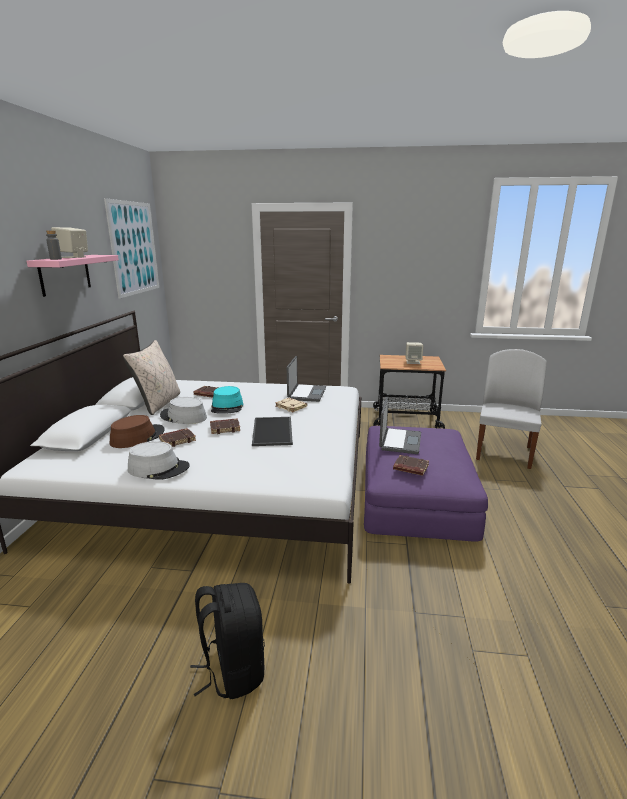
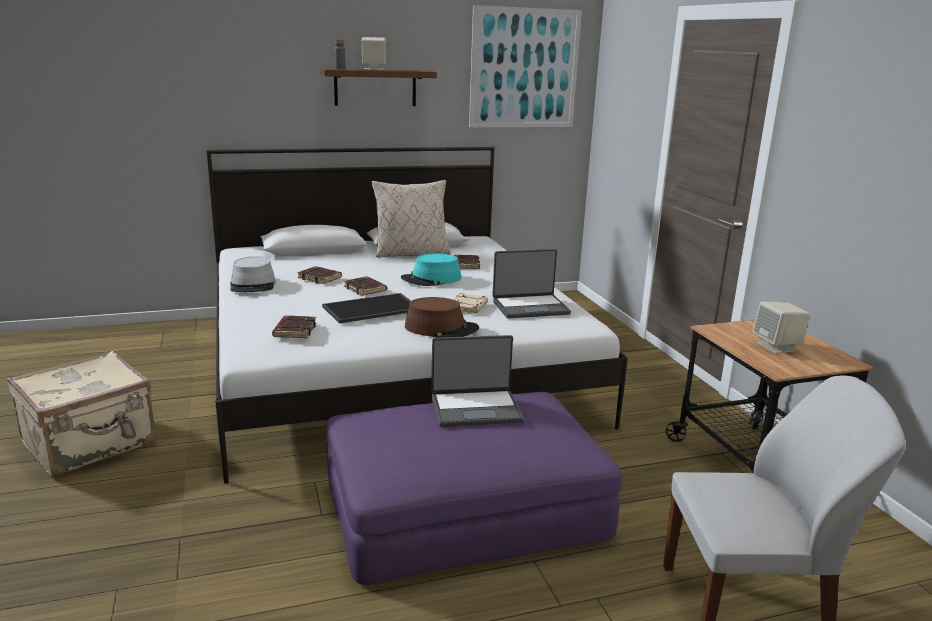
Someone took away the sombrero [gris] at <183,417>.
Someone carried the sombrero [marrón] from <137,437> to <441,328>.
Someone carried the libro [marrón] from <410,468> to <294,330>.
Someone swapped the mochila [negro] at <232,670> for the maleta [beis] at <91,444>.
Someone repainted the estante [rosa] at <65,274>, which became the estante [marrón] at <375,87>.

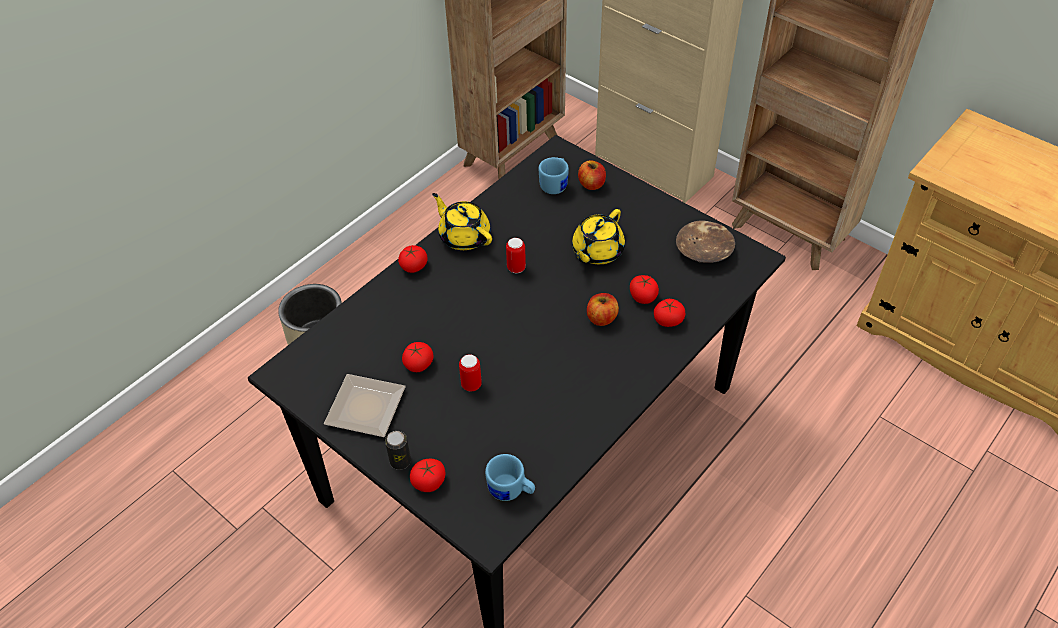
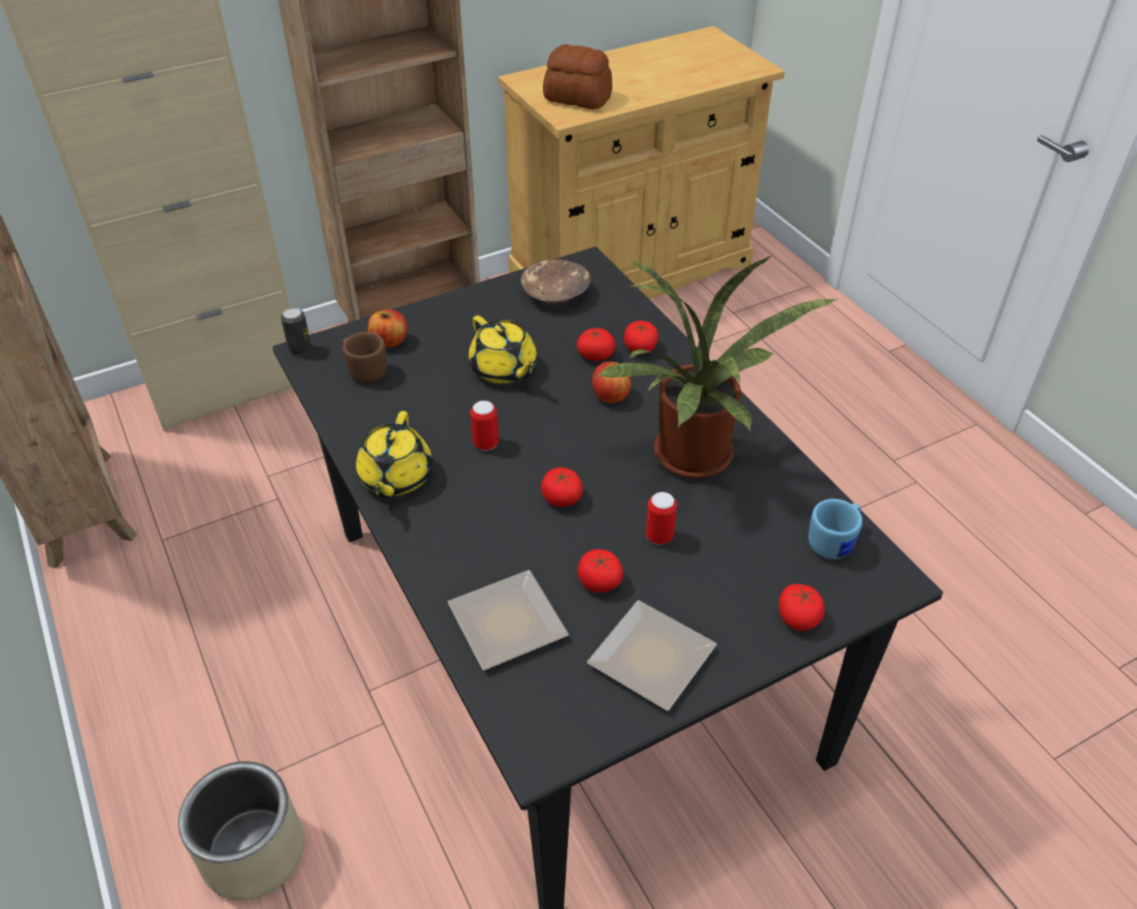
Someone put down the plato at <506,627>.
Someone put down the pan at <577,97>.
Someone put down the planta en maceta at <693,461>.
Someone carried the lata from <400,461> to <300,349>.
Someone carried the tomate from <413,266> to <561,498>.
Someone repainted the taza grande [azul] at <555,184>, which became the taza grande [marrón] at <364,370>.
Someone rotated the tetera [amarillo] at <464,236> by 60 degrees counterclockwise.

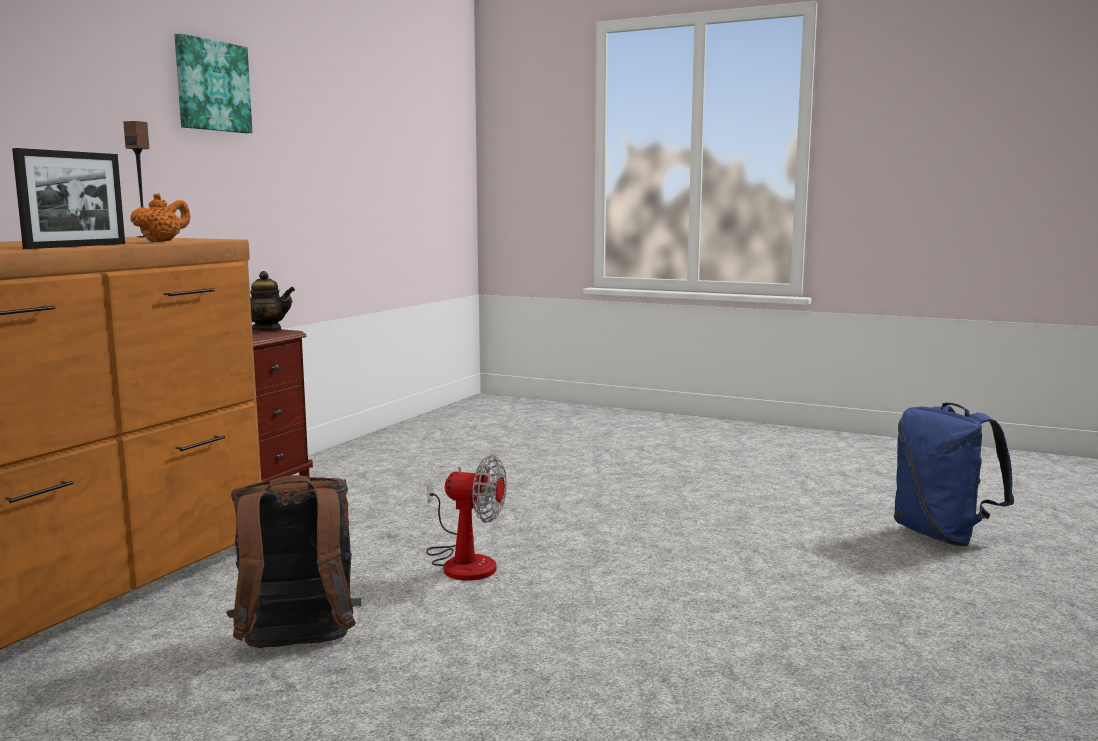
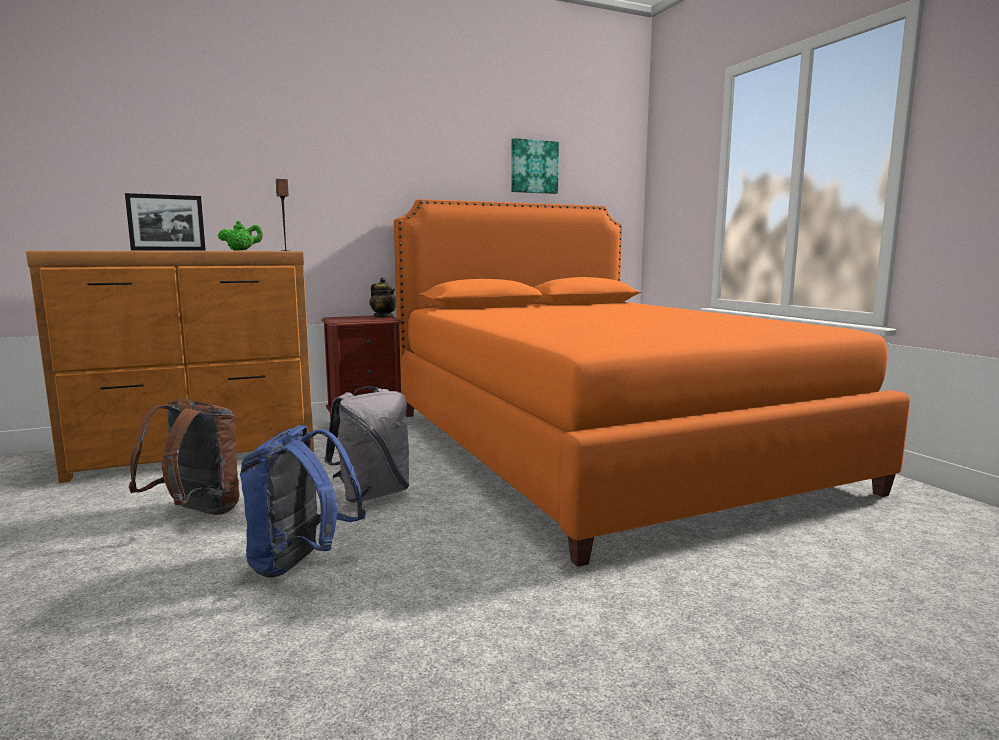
Someone put down the cama [naranja] at <598,447>.
Someone carried the cuadro from <211,86> to <533,167>.
Someone carried the mochila [azul] from <942,536> to <300,563>.
Someone swapped the ventilador at <463,562> for the mochila [gris] at <372,494>.
Someone repainted the tetera [naranja] at <162,241>, which became the tetera [verde] at <241,250>.

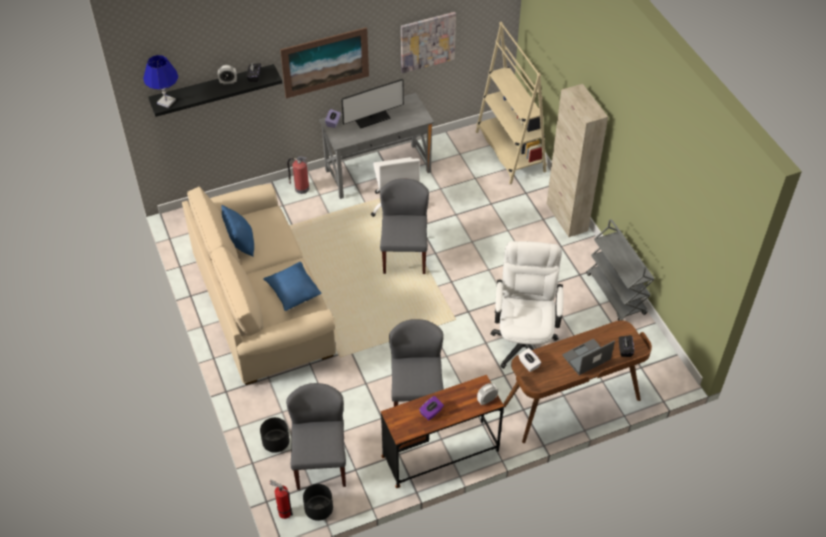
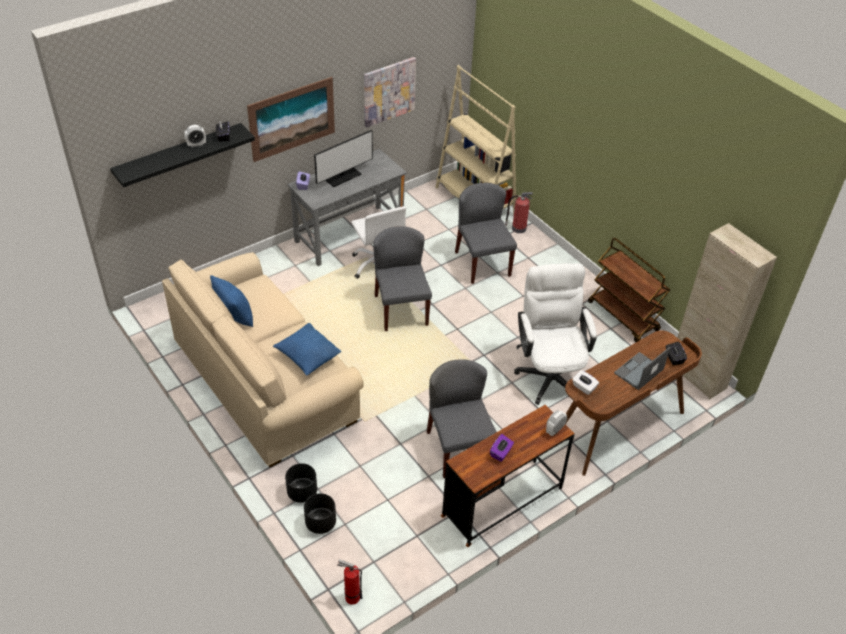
Someone took away the lámpara de mesa [azul] at <166,101>.
Someone carried the silla [gris] from <320,462> to <482,263>.
Someone carried the extintor from <301,188> to <518,228>.
Someone carried the maceta [negro] from <318,509> to <302,492>.
Someone carried the armario [beis] from <566,217> to <697,376>.
Someone repainted the carrito [gris] at <616,294>, which became the carrito [marrón] at <623,316>.

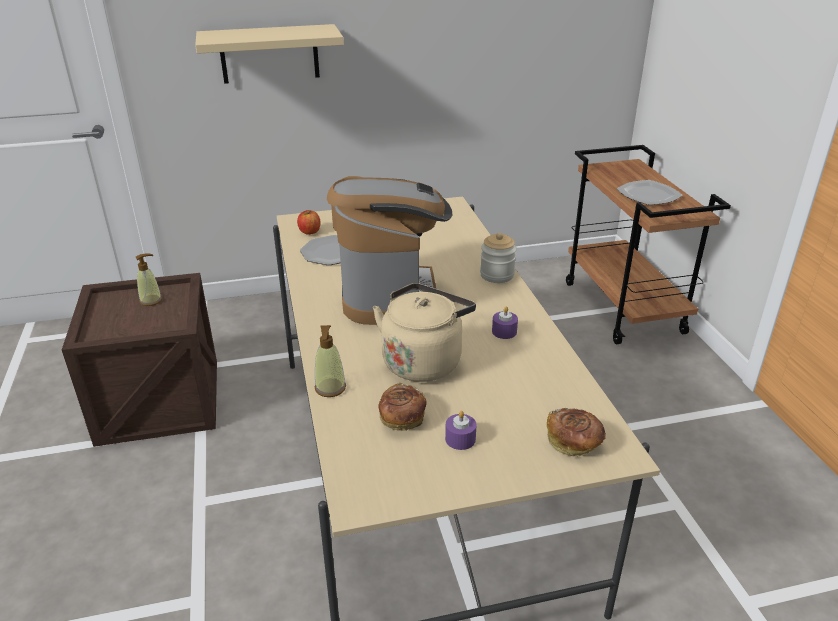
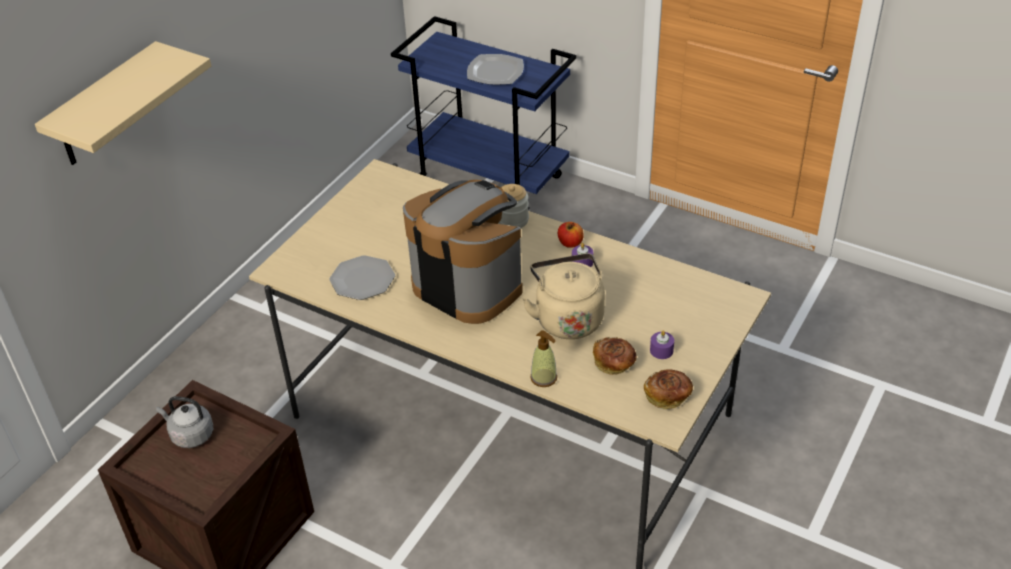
Someone carried the manzana from <309,231> to <570,243>.
Someone carried the pan from <574,443> to <668,396>.
Someone swapped the dispensador de jabón at <151,300> for the hervidor [gris] at <190,435>.
Someone repainted the carrito [marrón] at <624,308>, which became the carrito [azul] at <490,180>.

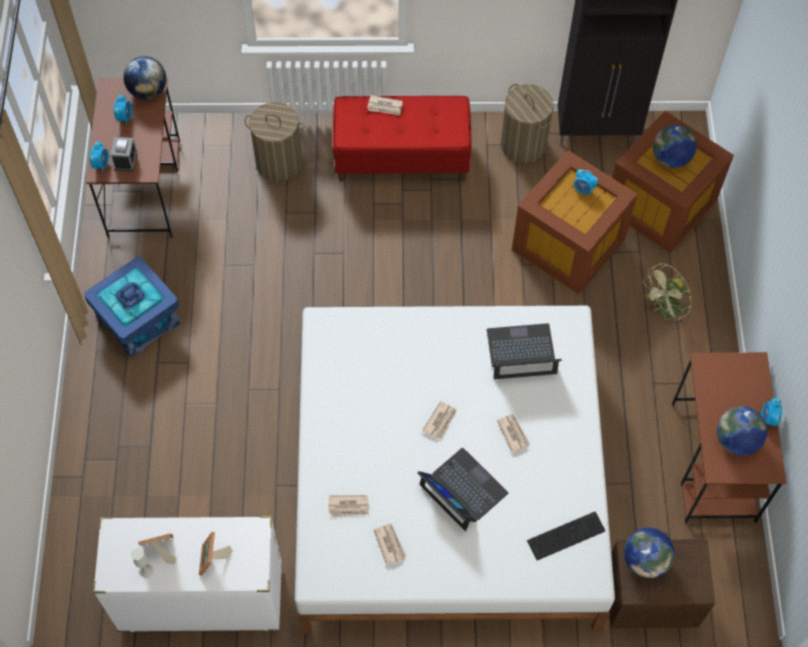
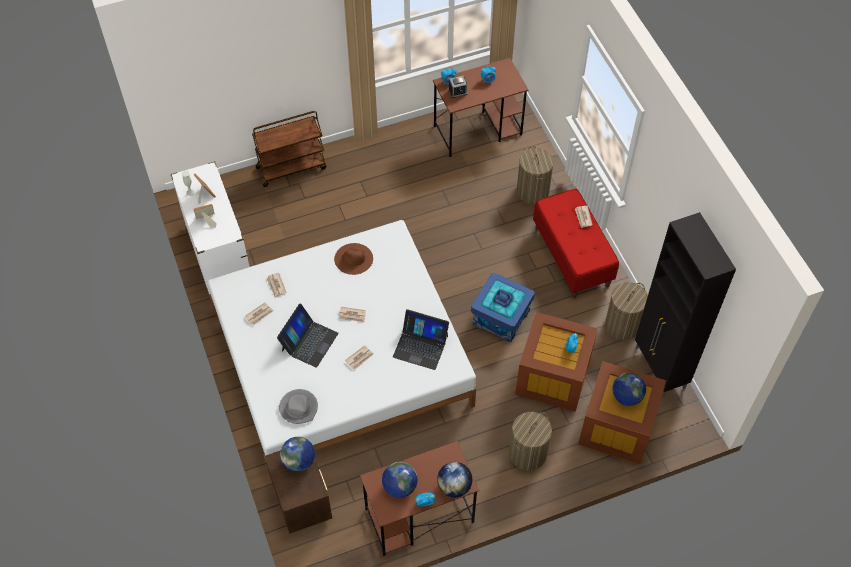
Someone put down the carrito [marrón] at <292,167>.
Someone put down the sombrero [marrón] at <353,259>.
Someone carried the caja de almacenaje [azul] from <138,319> to <501,317>.
Someone carried the globo terráqueo from <148,91> to <454,486>.
Someone swapped the teclado at <564,535> for the sombrero [gris] at <299,407>.
Someone swapped the ventilador [verde] at <665,310> for the cesto de la ropa at <527,453>.
Someone rotated the portátil at <521,353> by 135 degrees clockwise.

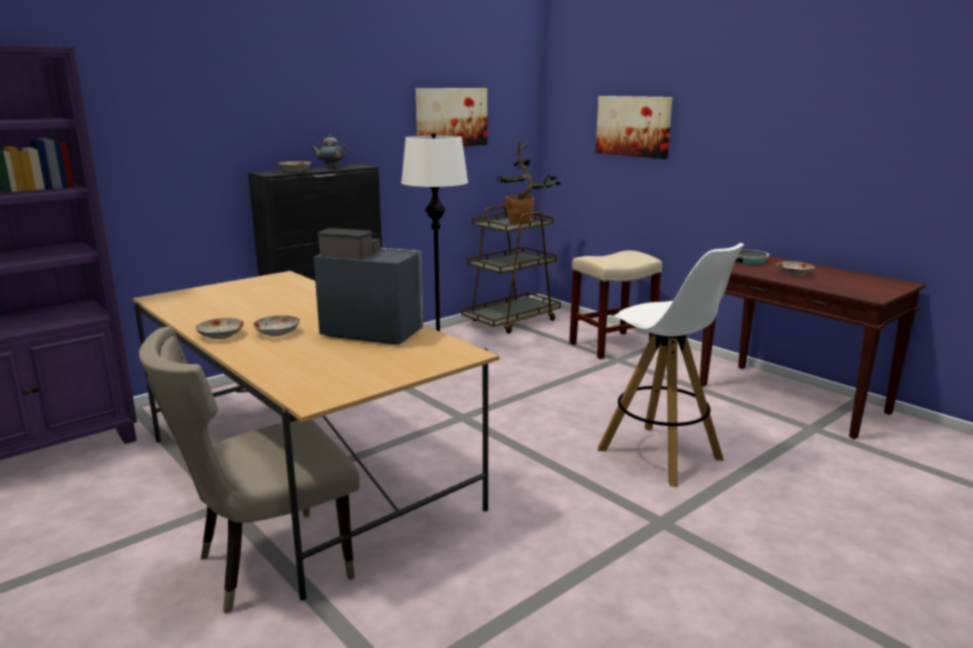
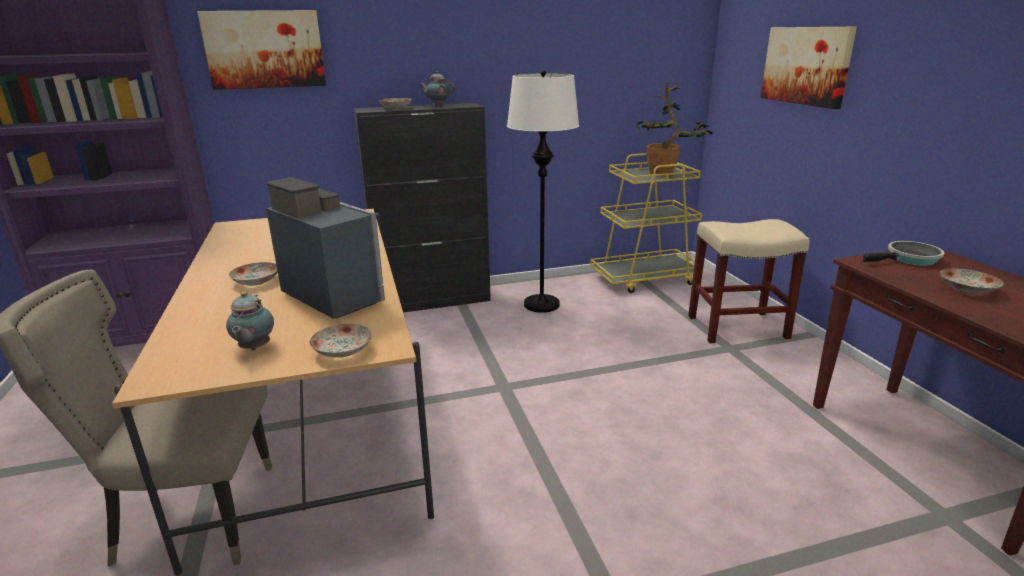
Someone took away the taburete [blanco] at <661,455>.
Someone put down the tetera at <254,348>.
Someone carried the plato from <220,336> to <342,350>.
Someone carried the cuadro from <451,117> to <265,49>.
Someone repainted the carrito [marrón] at <512,321>, which became the carrito [amarillo] at <645,278>.

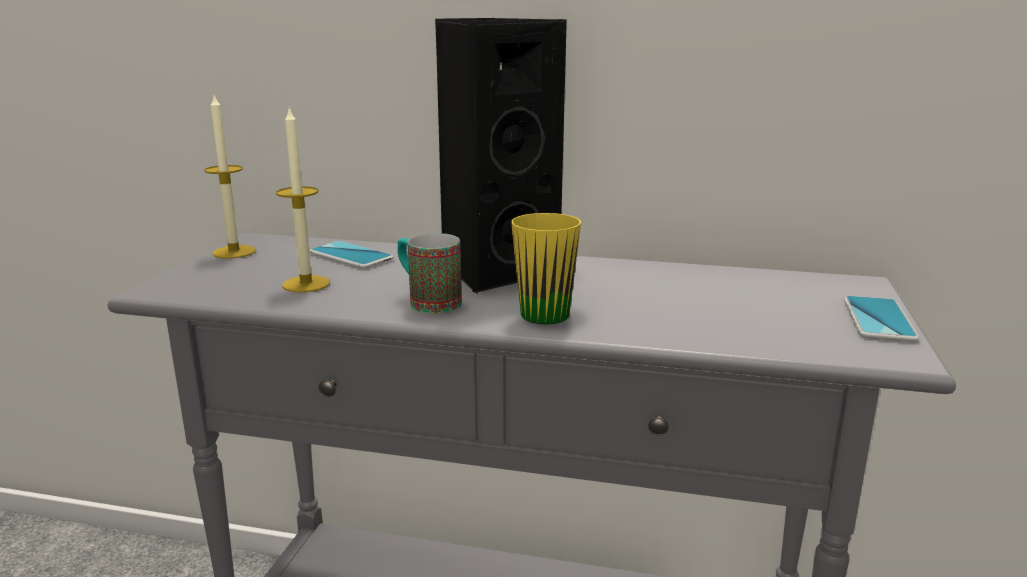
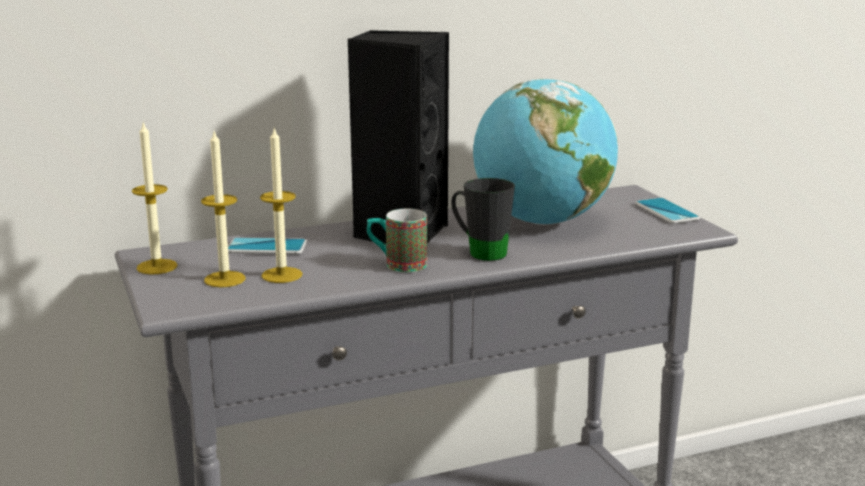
Someone put down the vela at <224,279>.
Someone put down the globo terráqueo at <542,222>.
Someone repainted the taza grande [amarillo] at <540,310>, which became the taza grande [negro] at <479,252>.

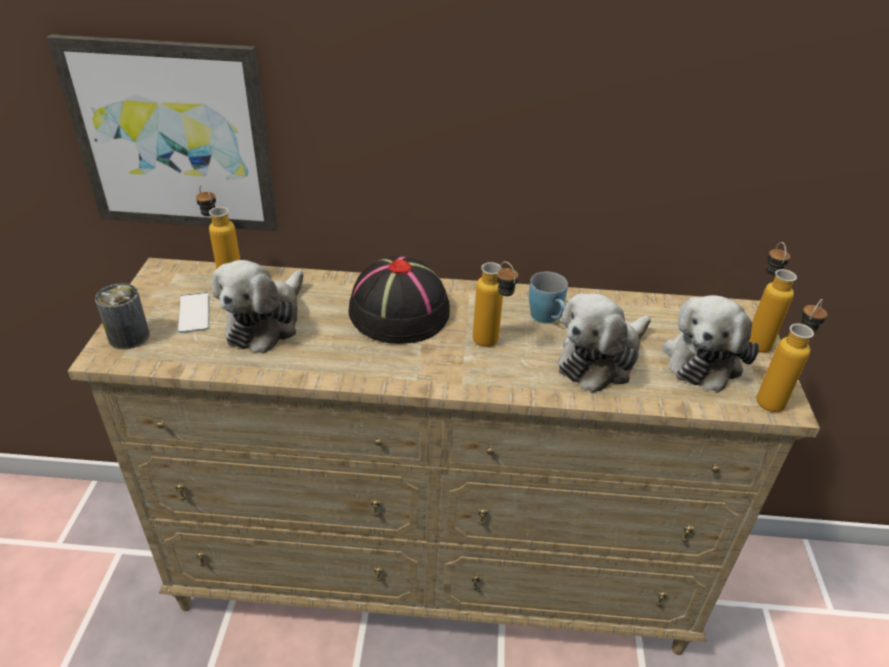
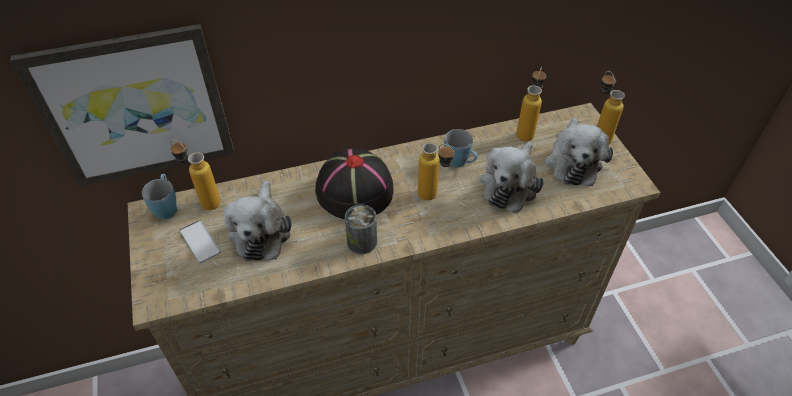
Someone put down the taza grande [azul] at <166,206>.
Someone carried the lata from <129,336> to <362,242>.
Someone carried the botella from <774,397> to <526,131>.

